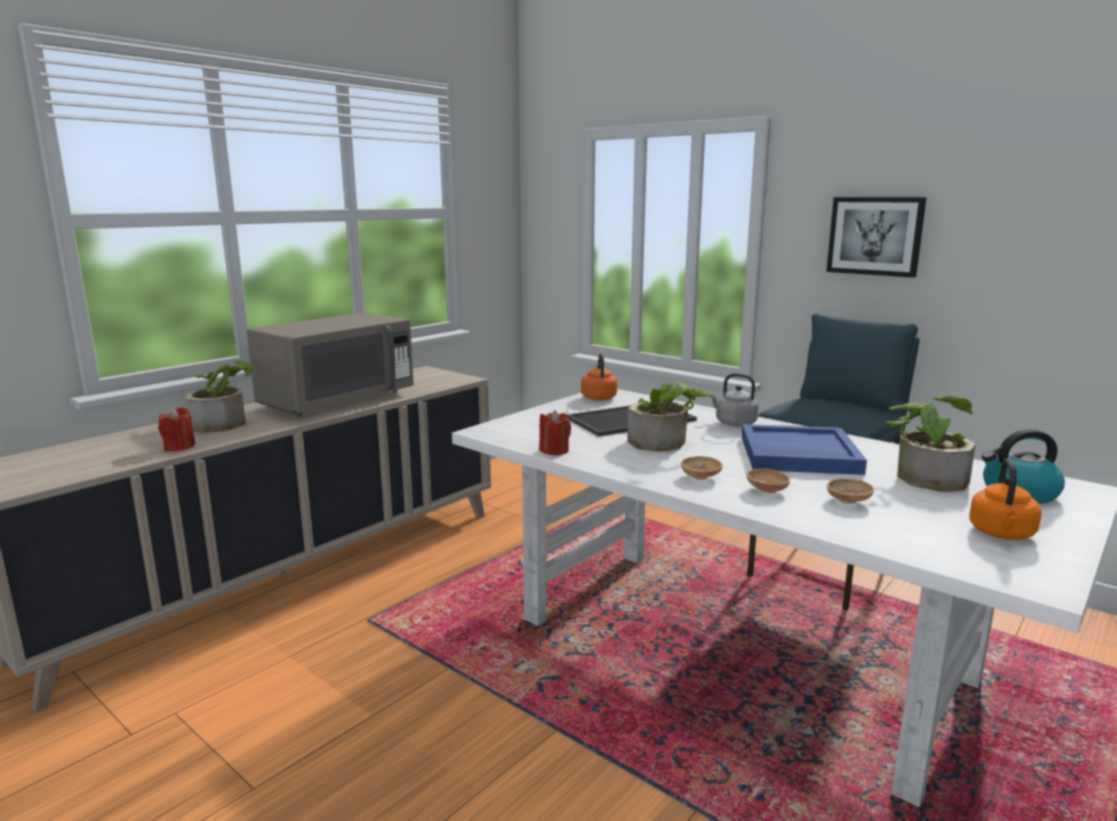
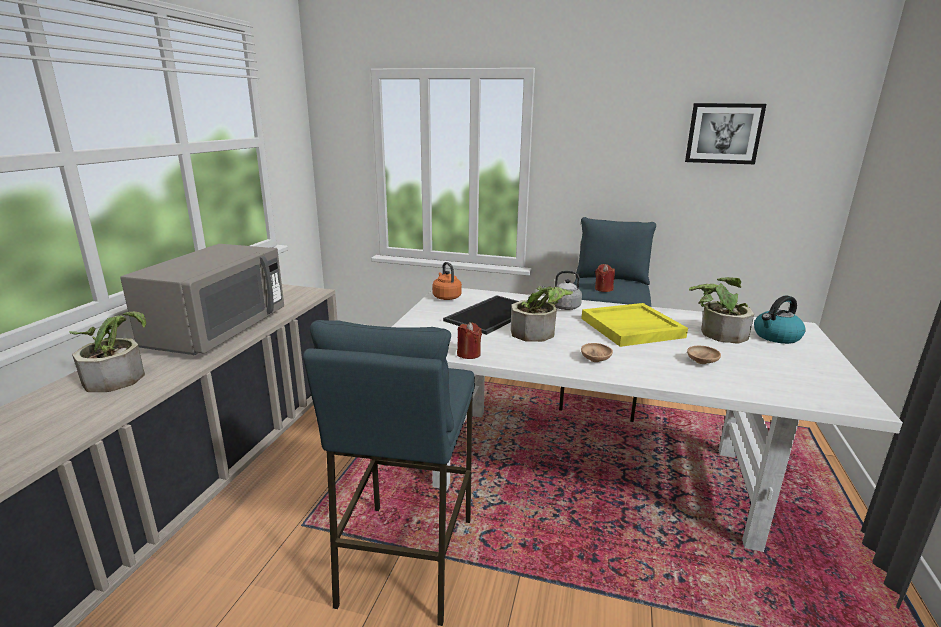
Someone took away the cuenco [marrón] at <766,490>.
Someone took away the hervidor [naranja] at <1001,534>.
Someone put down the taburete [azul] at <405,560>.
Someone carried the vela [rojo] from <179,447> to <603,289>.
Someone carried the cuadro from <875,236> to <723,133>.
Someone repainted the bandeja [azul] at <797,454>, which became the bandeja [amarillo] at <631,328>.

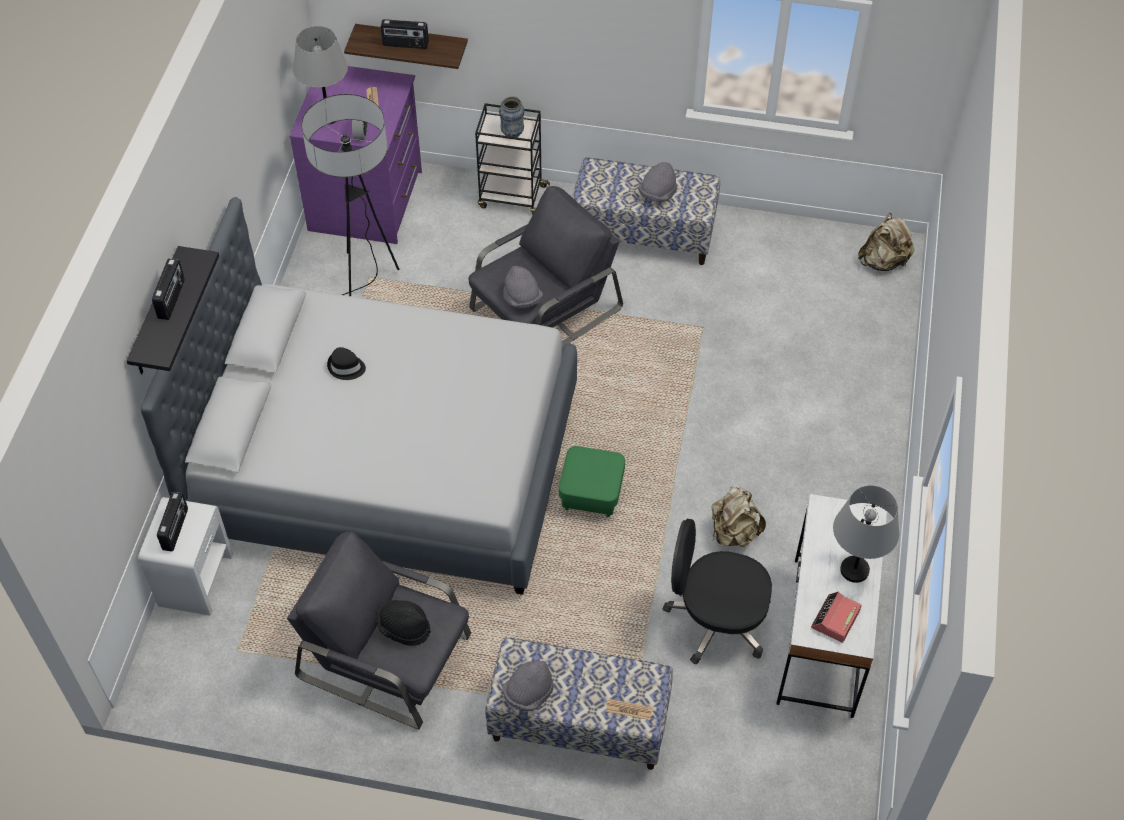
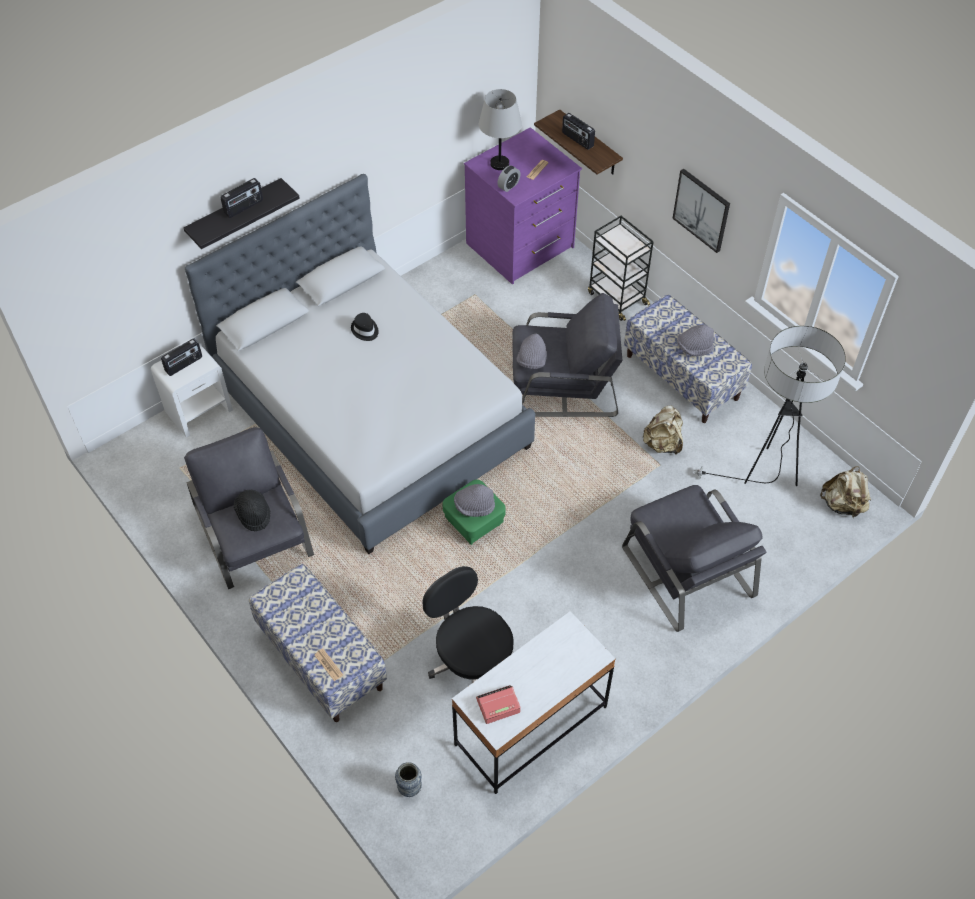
Someone took away the lámpara de mesa [gris] at <855,570>.
Someone put down the sillón [gris] at <686,570>.
Someone put up the cuadro at <702,210>.
Someone carried the lámpara de pie from <363,278> to <765,475>.
Someone carried the florero from <512,133> to <410,788>.
Someone carried the sombrero [gris] from <528,693> to <474,506>.
Someone carried the mochila [beis] from <733,532> to <662,443>.

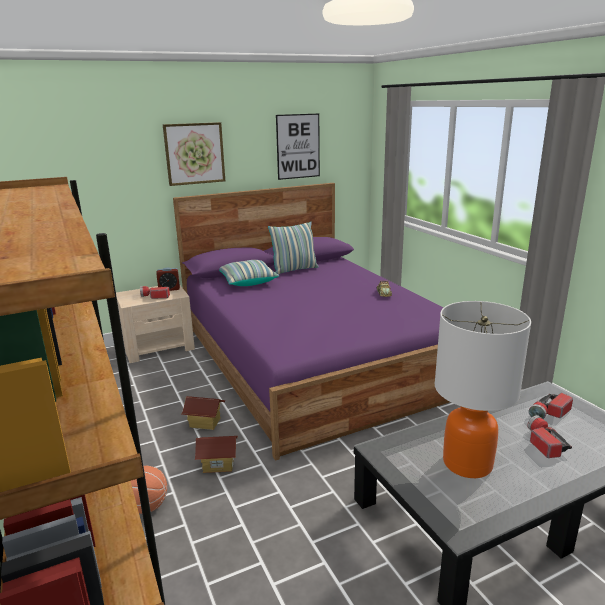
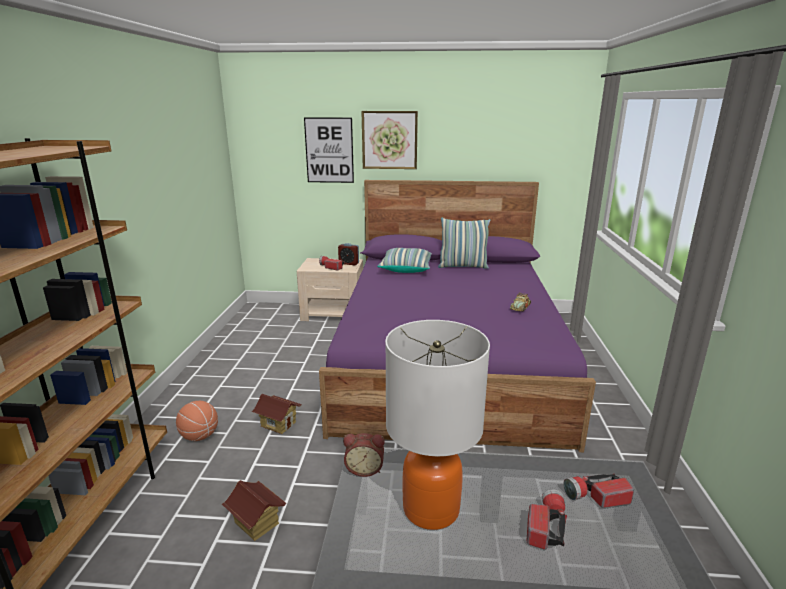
Someone put down the despertador at <364,468>.
Someone carried the casita from <205,423> to <256,523>.
Someone carried the cuadro from <298,146> to <329,150>.

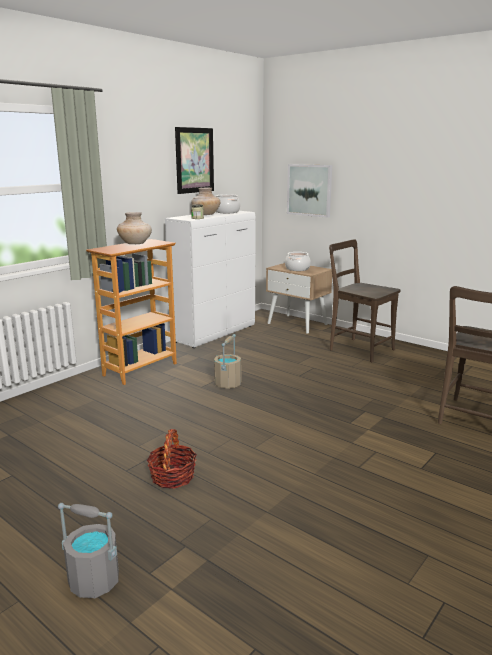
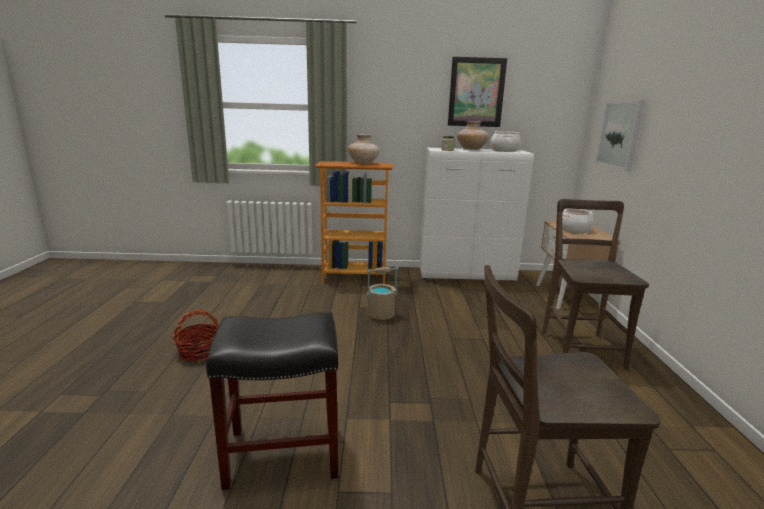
Someone took away the cubo [gris] at <94,581>.
Someone put down the taburete [negro] at <284,452>.

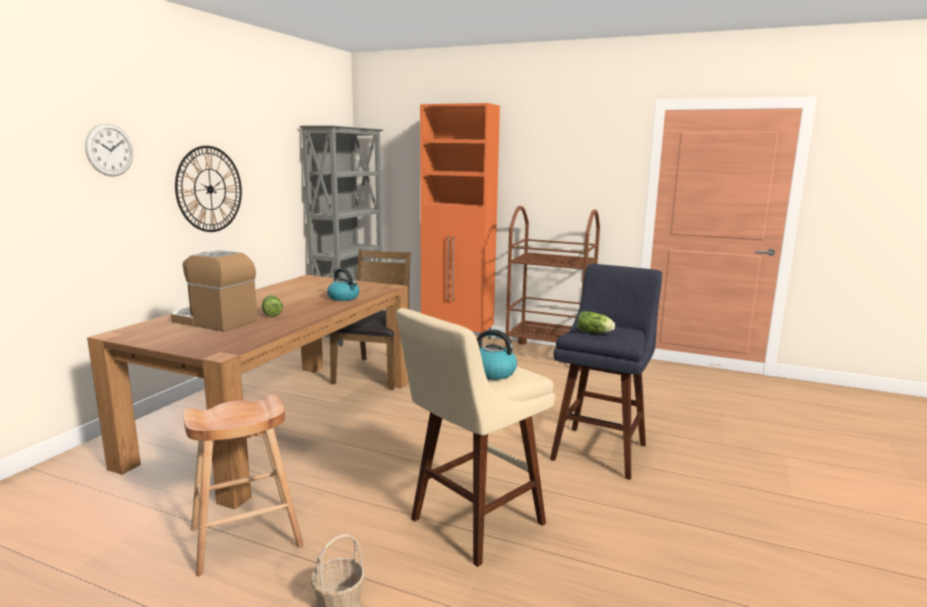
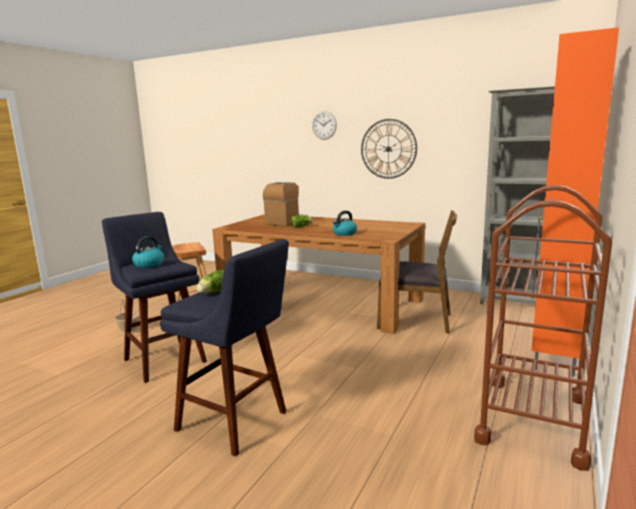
Someone repainted the taburete [beis] at <471,525>, which became the taburete [azul] at <163,358>.

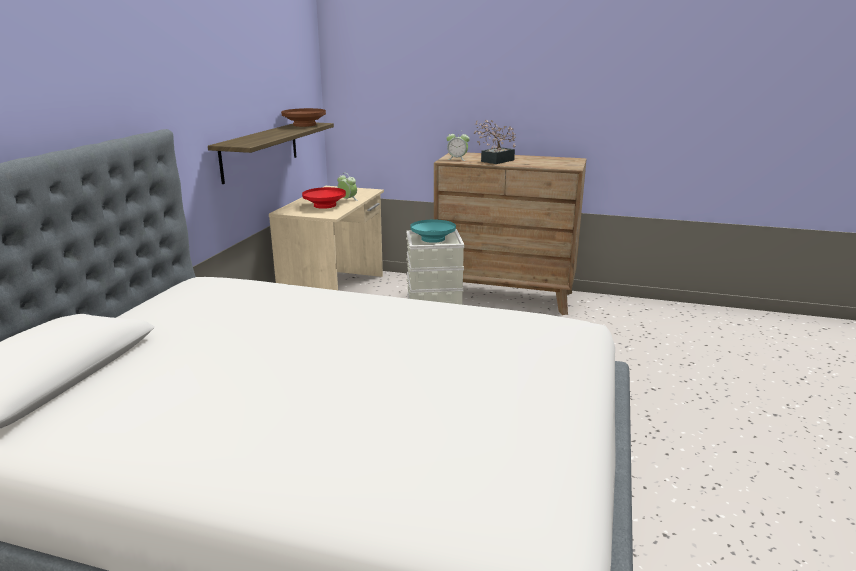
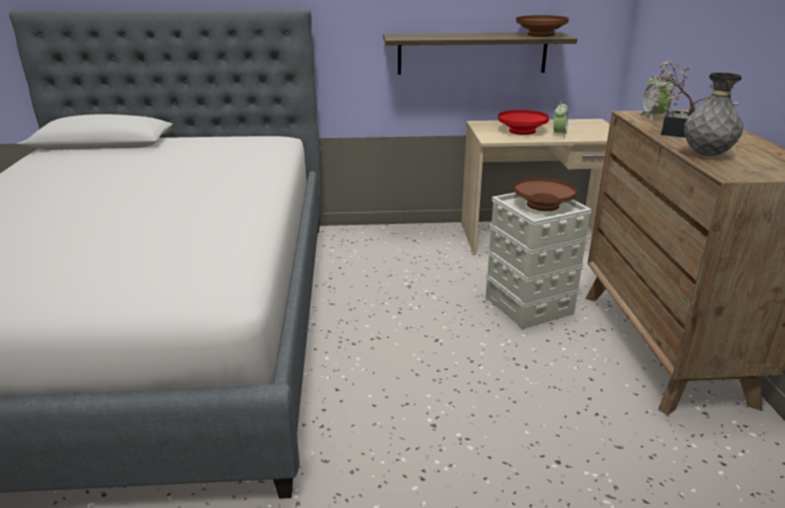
Someone put down the florero [gris] at <706,155>.
Someone repainted the cuenco [turquesa] at <433,239>, which became the cuenco [marrón] at <543,205>.

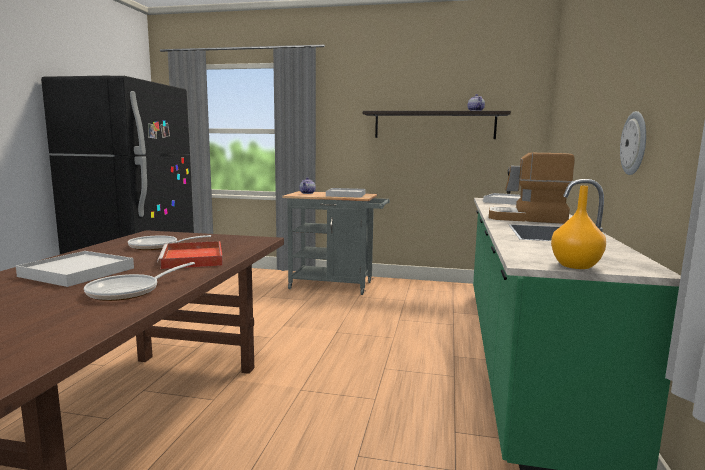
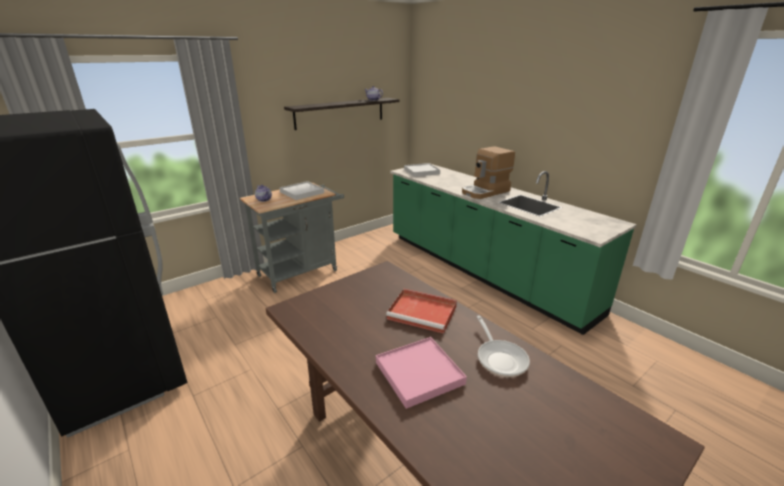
Someone took away the sartén at <158,246>.
Someone took away the florero [naranja] at <576,266>.
Someone took away the reloj de pared at <635,143>.
Someone repainted the bandeja [blanco] at <77,272>, which became the bandeja [rosa] at <419,373>.

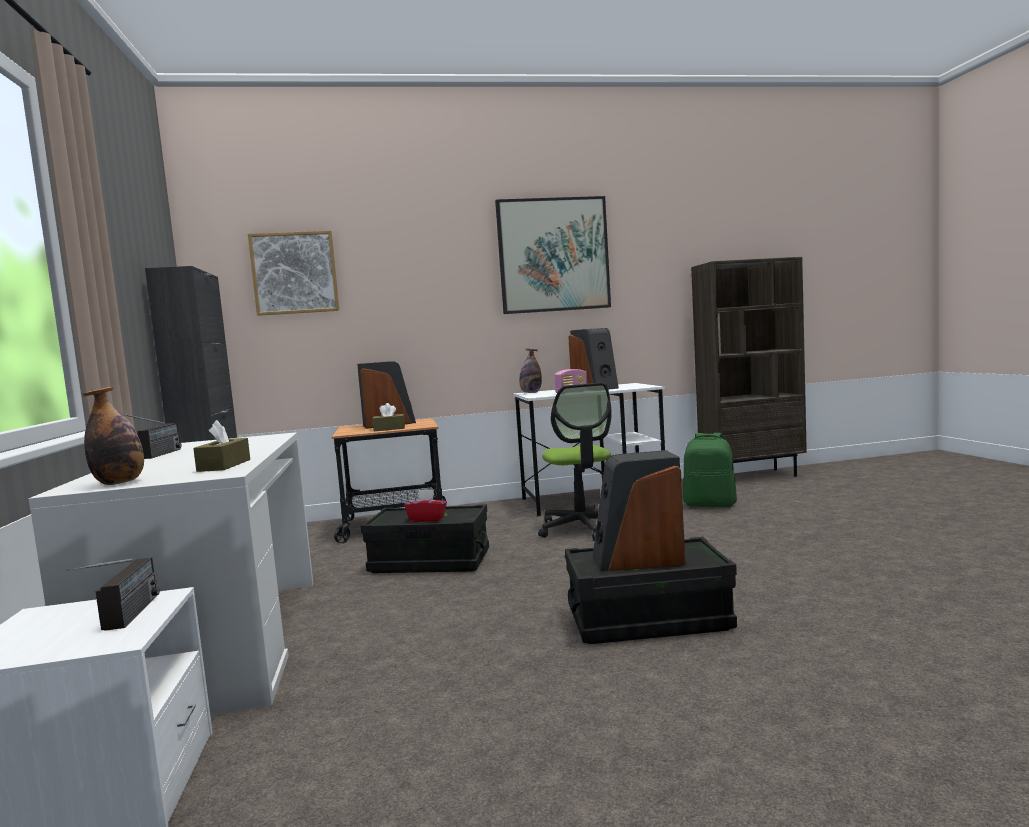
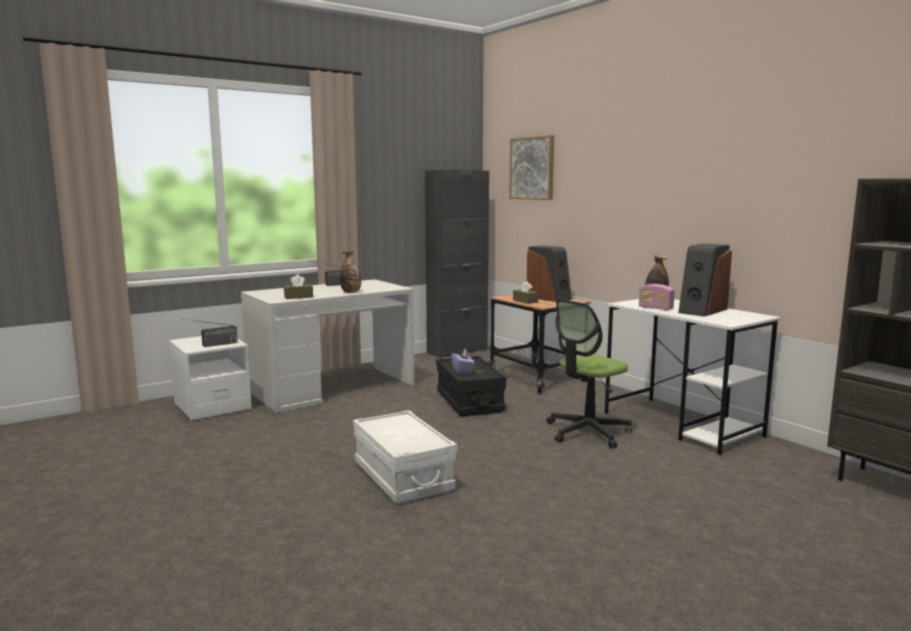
Someone took away the cuadro at <553,255>.
Someone took away the altavoz at <638,560>.
Someone took away the mochila [verde] at <710,504>.
Someone carried the botella from <120,483> to <351,292>.
Someone repainted the caja de pañuelos [rojo] at <427,519>, which became the caja de pañuelos [morado] at <463,370>.
Someone repainted the caja de almacenaje [negro] at <648,619>, which became the caja de almacenaje [blanco] at <403,476>.

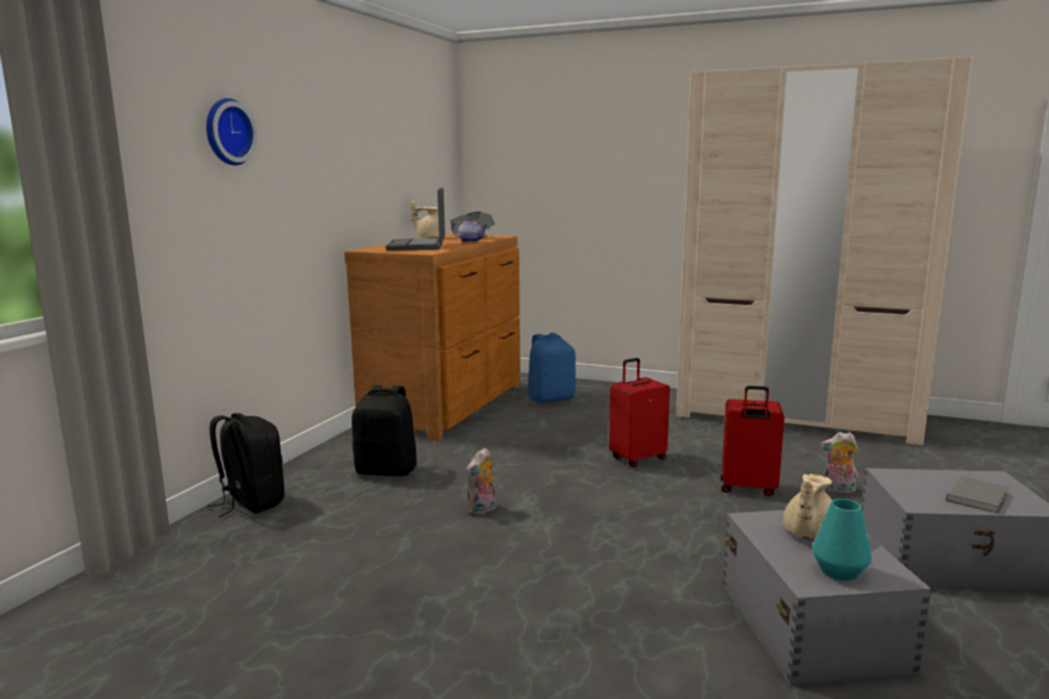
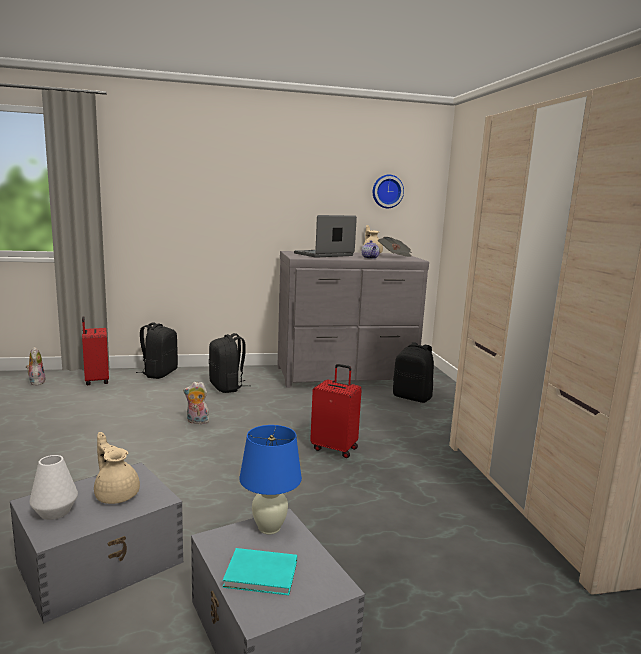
Someone put down the lámpara de mesa [azul] at <269,527>.
Someone carried the reloj de pared from <227,132> to <387,191>.
Someone carried the maleta [rojo] from <747,488> to <96,381>.
Someone carried the peluche from <837,490> to <36,382>.
Someone repainted the cómoda [marrón] at <447,406>, which became the cómoda [gris] at <346,375>.
Someone repainted the mochila [azul] at <551,398>, which became the mochila [negro] at <412,397>.
Someone repainted the florero [turquesa] at <839,571>, which became the florero [blanco] at <55,511>.
Someone repainted the libro [gris] at <979,496>, which became the libro [turquesa] at <262,575>.
Someone rotated the tetera [beis] at <808,535> by 45 degrees clockwise.

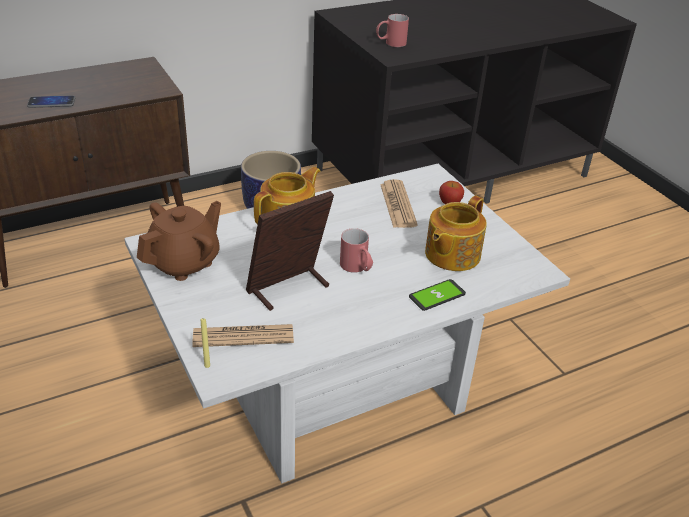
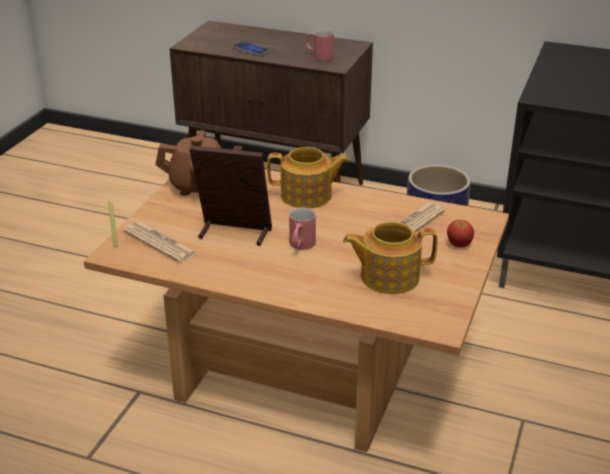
Someone took away the móvil at <437,295>.
Someone carried the taza grande [rojo] from <390,43> to <318,56>.
Someone repainted the mesa de centro [blanco] at <337,379>, which became the mesa de centro [marrón] at <304,366>.

